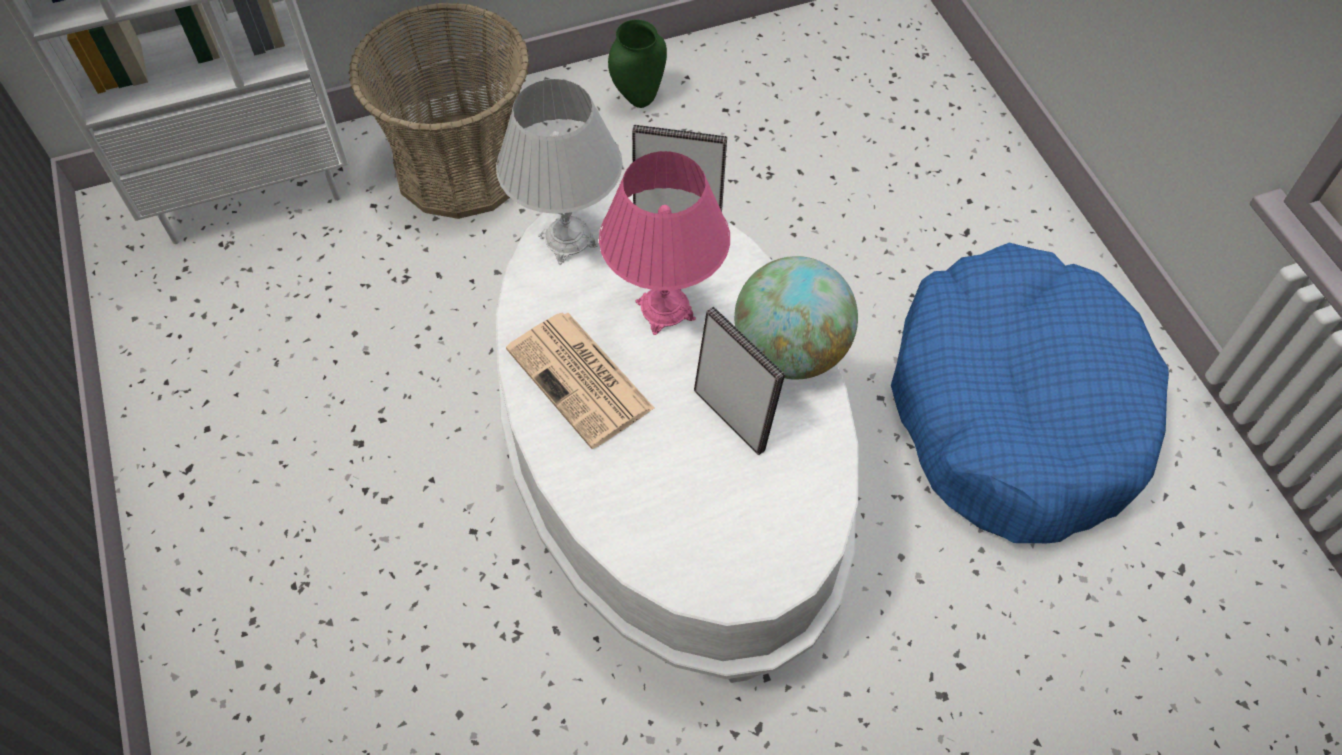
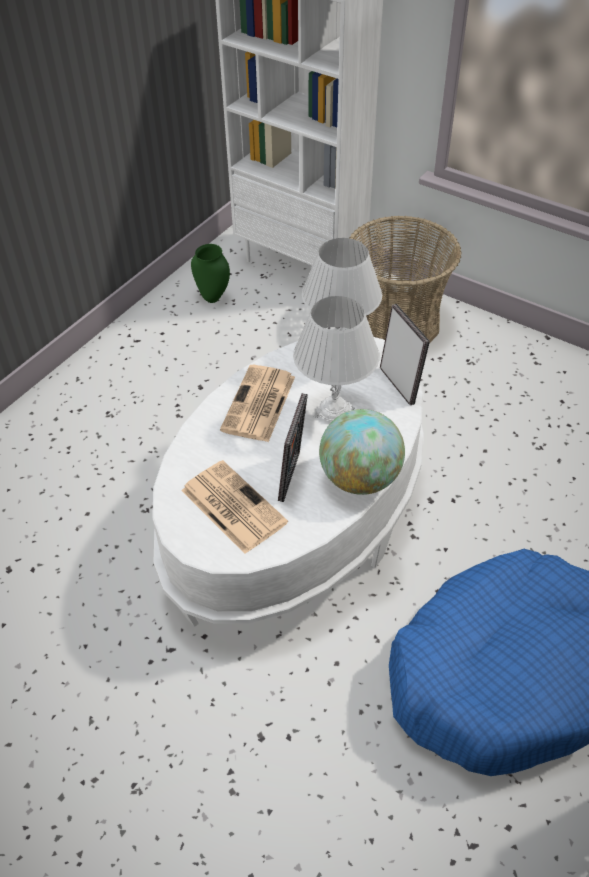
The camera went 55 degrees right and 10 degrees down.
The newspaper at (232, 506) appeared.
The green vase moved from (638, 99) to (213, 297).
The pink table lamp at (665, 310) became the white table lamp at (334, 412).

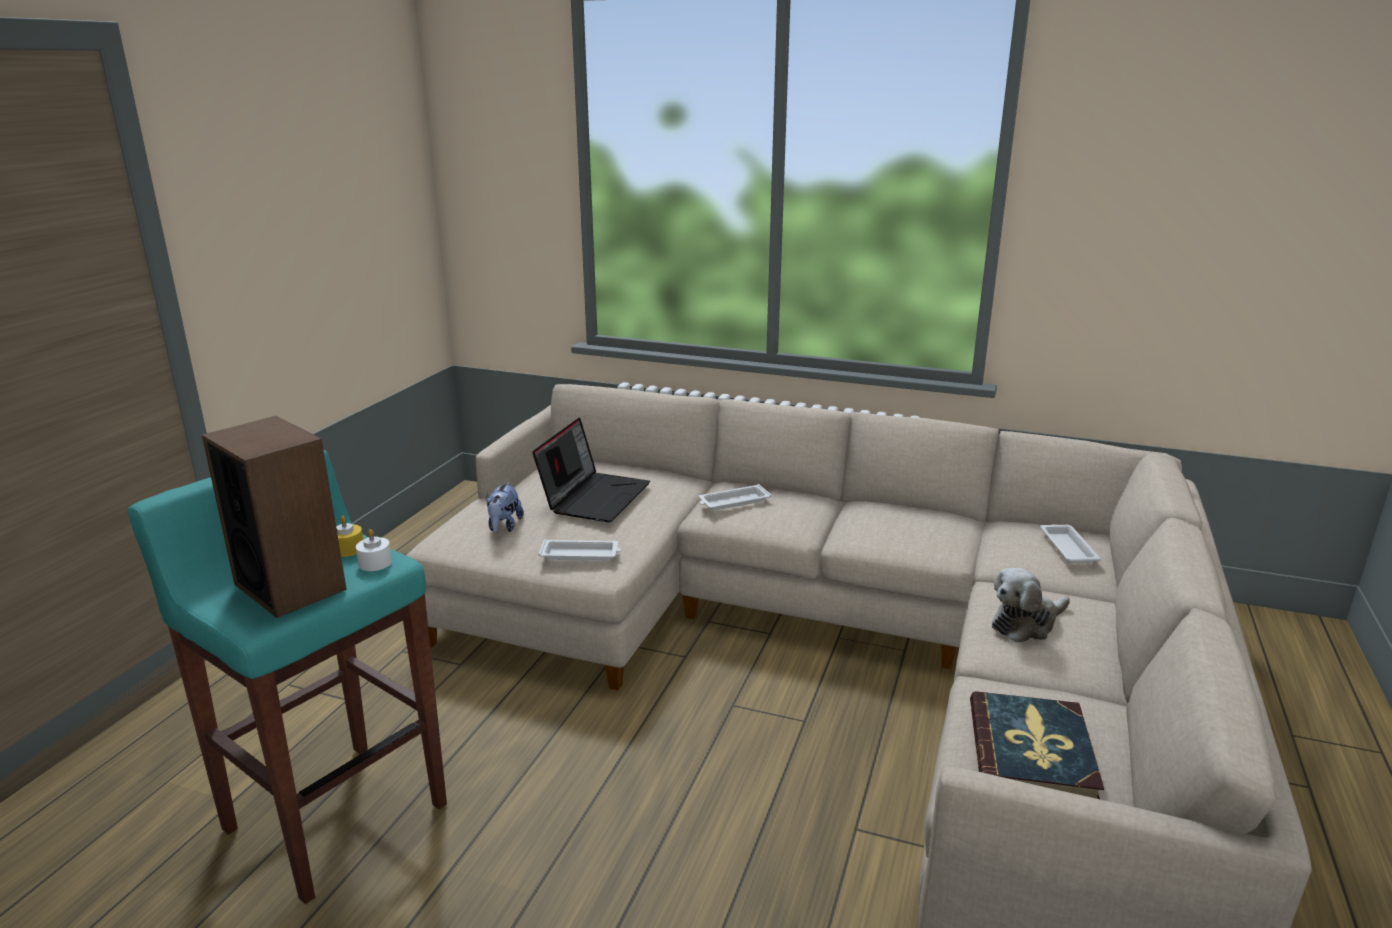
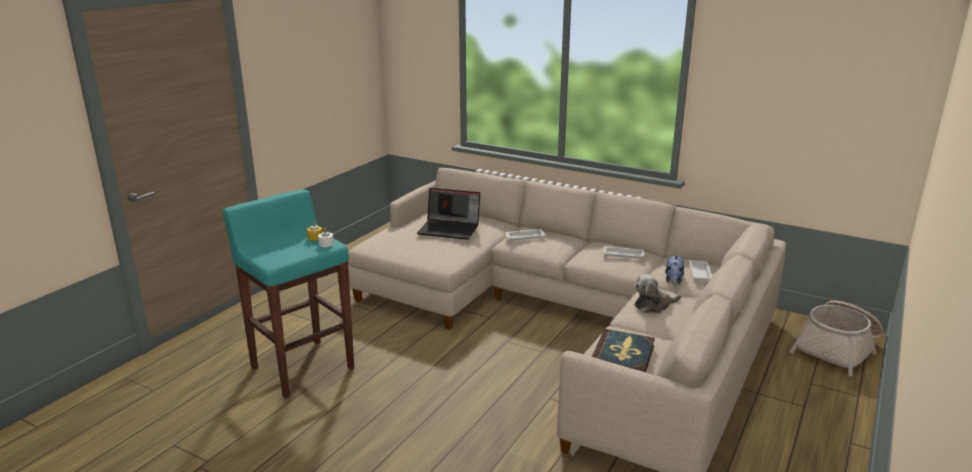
The camera went 10 degrees right and 0 degrees up.
The laptop at (594, 497) turned 75 degrees clockwise.
The white tray moved from (581, 554) to (624, 255).
The plush toy moved from (504, 527) to (673, 280).
The basket at (837, 349) appeared.
The speaker at (290, 586) disappeared.

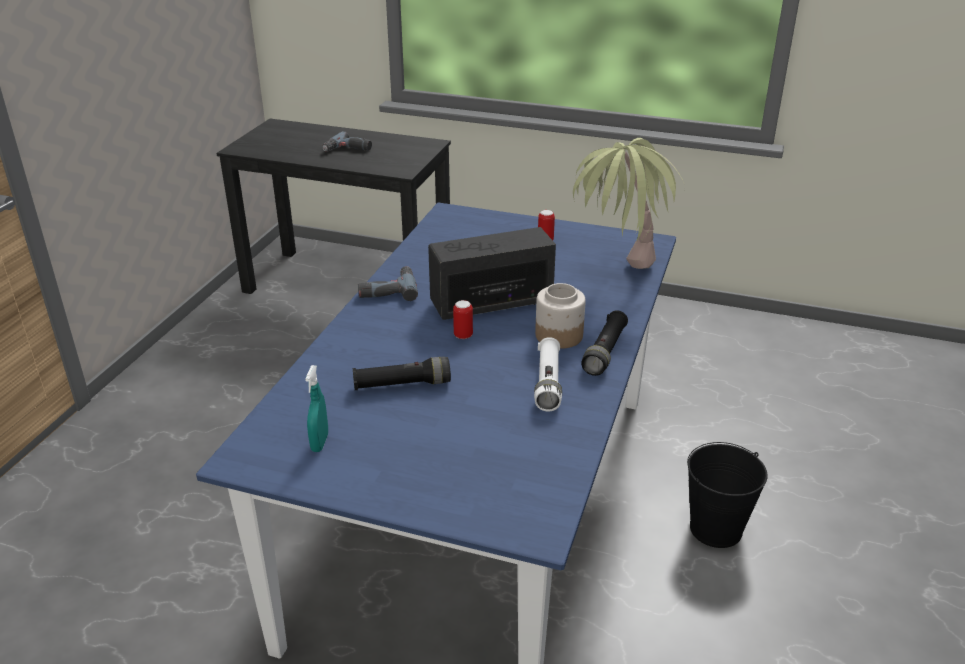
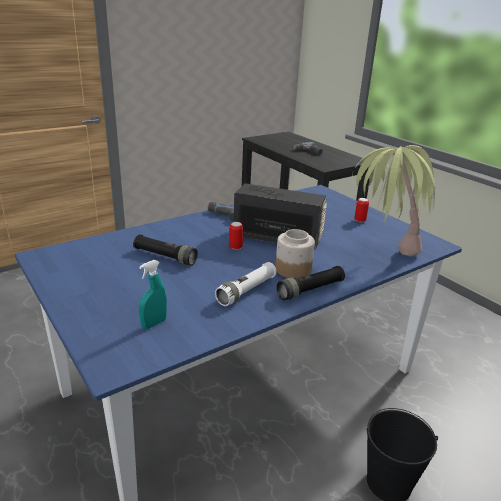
The camera went 35 degrees right and 5 degrees down.
The turquoise spray bottle moved from (320, 443) to (154, 323).

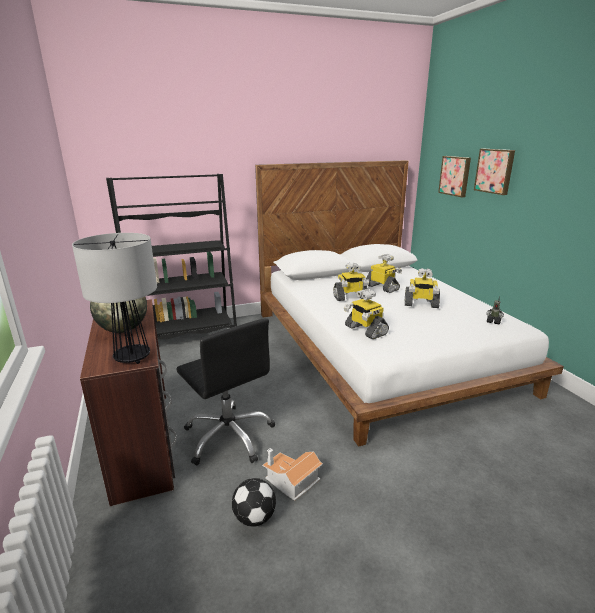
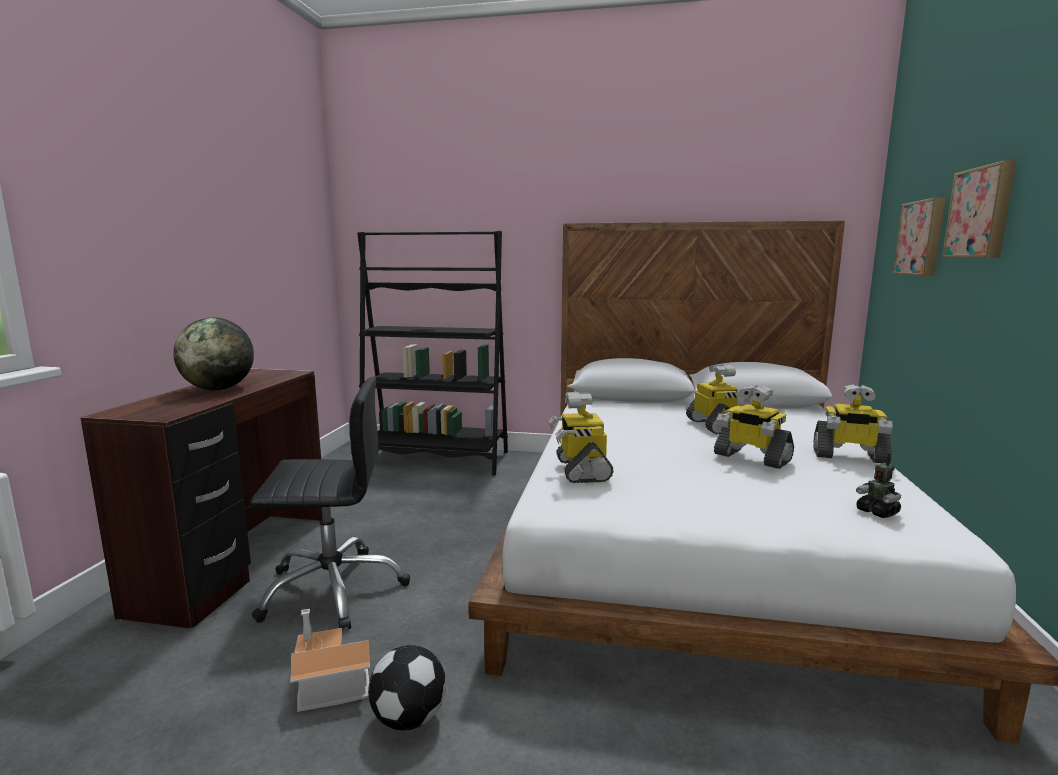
The camera went 30 degrees right and 10 degrees down.
The black office chair at (229, 436) turned 90 degrees counterclockwise.
The football moved from (254, 517) to (408, 718).
The toy robot moved from (350, 297) to (849, 456).
The table lamp at (133, 358) disappeared.

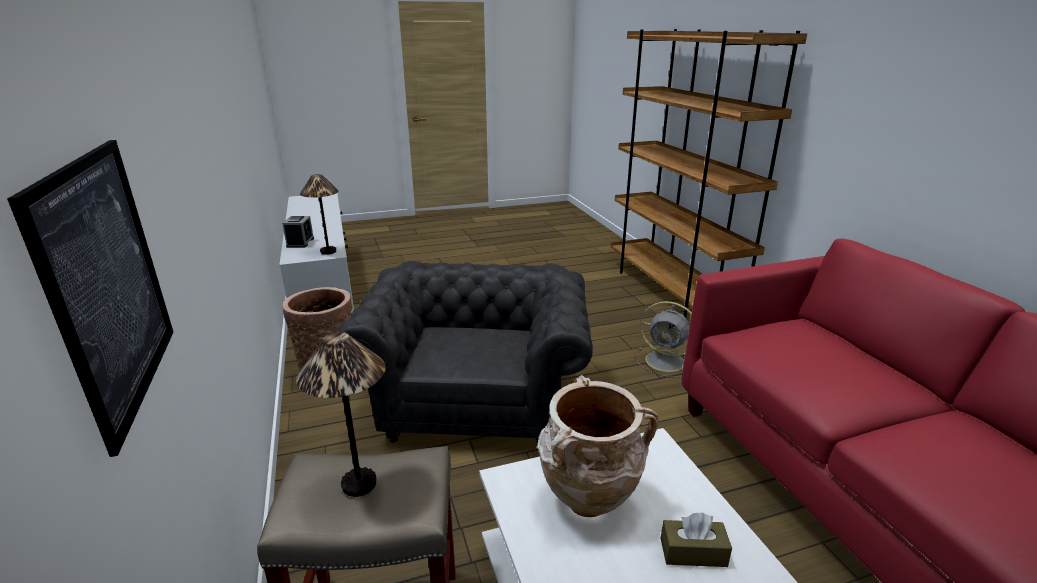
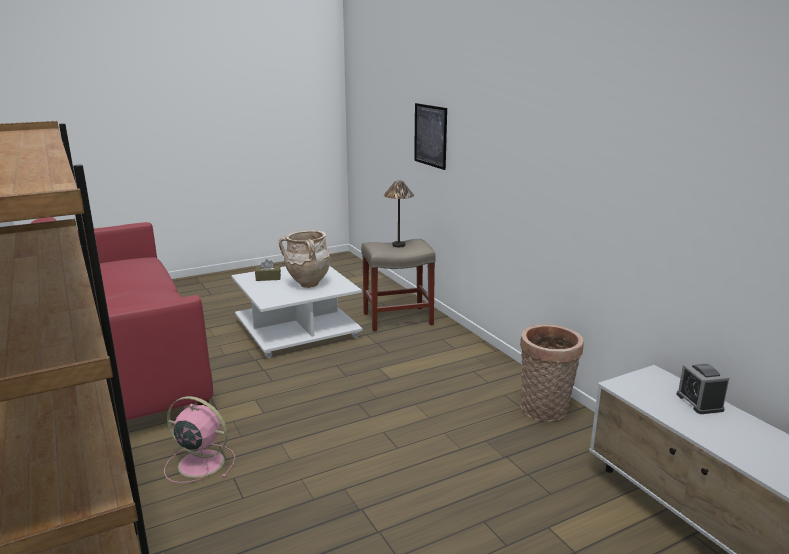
The camera went 170 degrees right and 5 degrees down.
The grey fan at (667, 362) became the pink fan at (199, 463).
The table lamp at (328, 252) disappeared.
The grey armchair at (477, 400) disappeared.

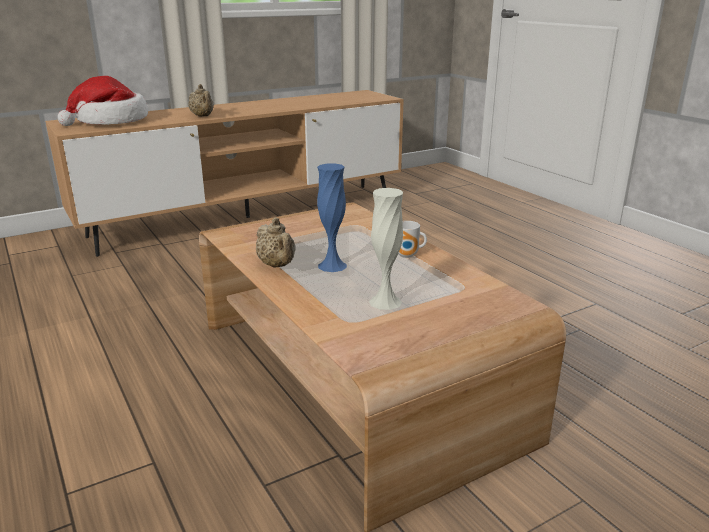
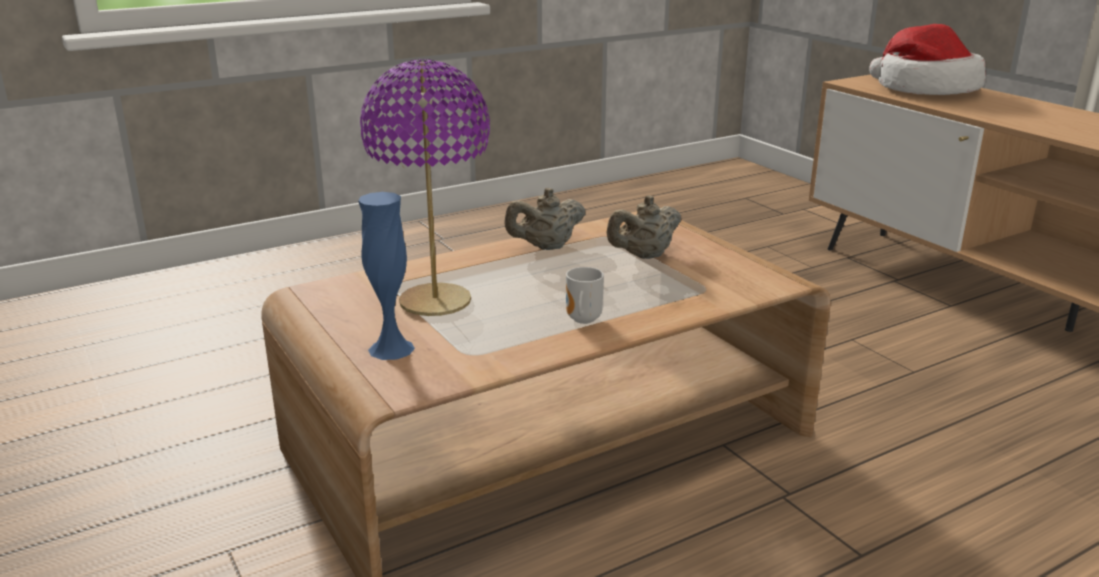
The camera went 90 degrees right and 0 degrees up.
The blue vase moved from (332, 266) to (391, 349).
The white vase at (385, 302) was replaced by the purple table lamp at (436, 302).
The beige teapot moved from (203, 116) to (644, 256).

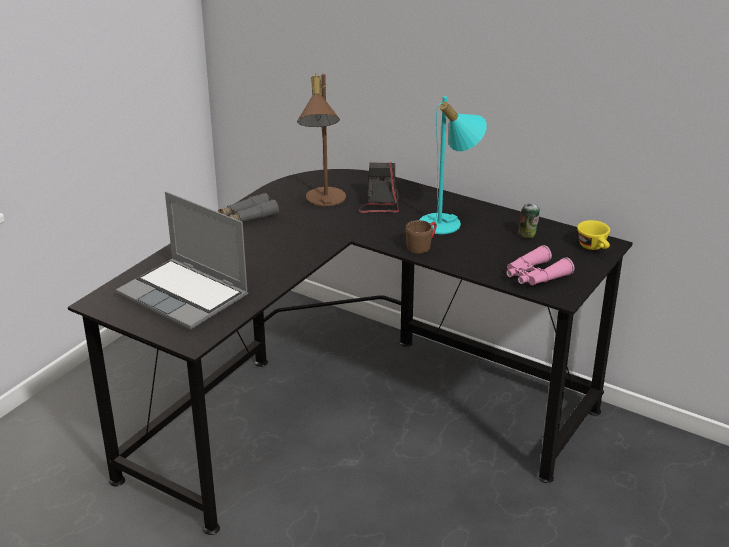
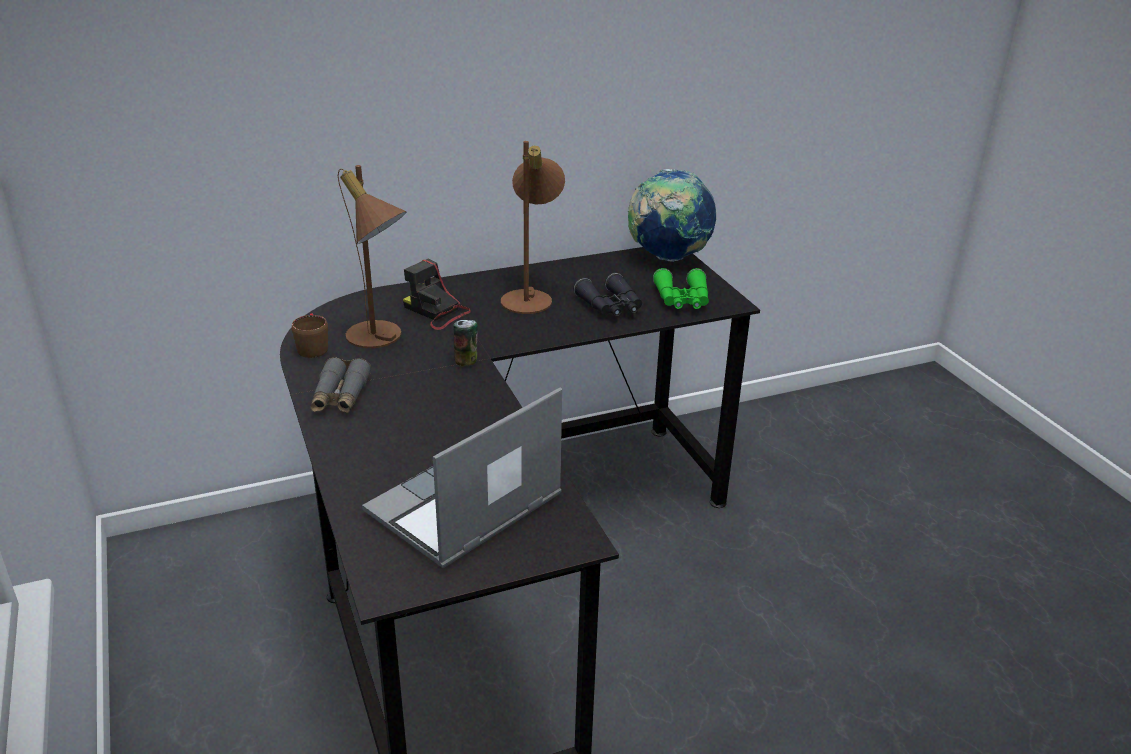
The camera went 55 degrees left and 0 degrees up.
The brown mug moved from (422, 245) to (312, 346).
The laptop at (185, 296) turned 150 degrees clockwise.
The can moved from (528, 235) to (466, 361).
The turquoise table lamp at (448, 223) became the brown table lamp at (531, 297).
The black binoculars at (611, 306) appeared.
The yellow cup at (594, 247) was replaced by the globe at (667, 258).
The pink binoculars at (535, 276) became the green binoculars at (682, 300).

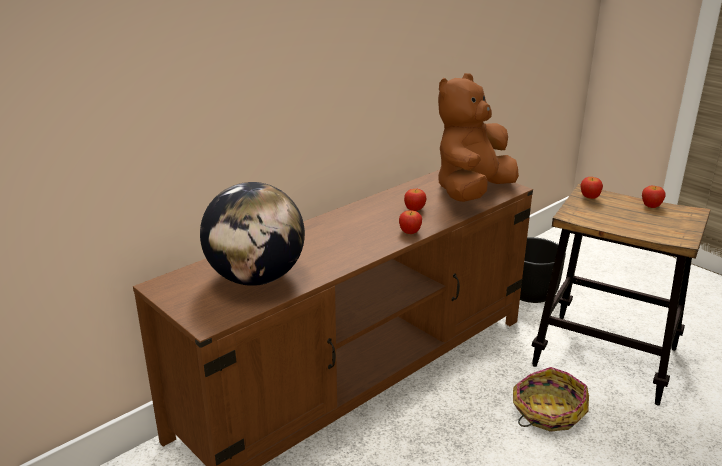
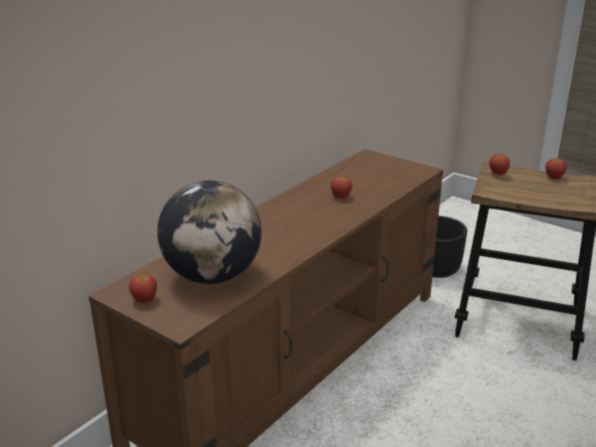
The camera went 10 degrees left and 0 degrees up.
The apple moved from (410, 232) to (144, 299).
The brown plush toy at (472, 192) disappeared.
The basket at (547, 412) disappeared.

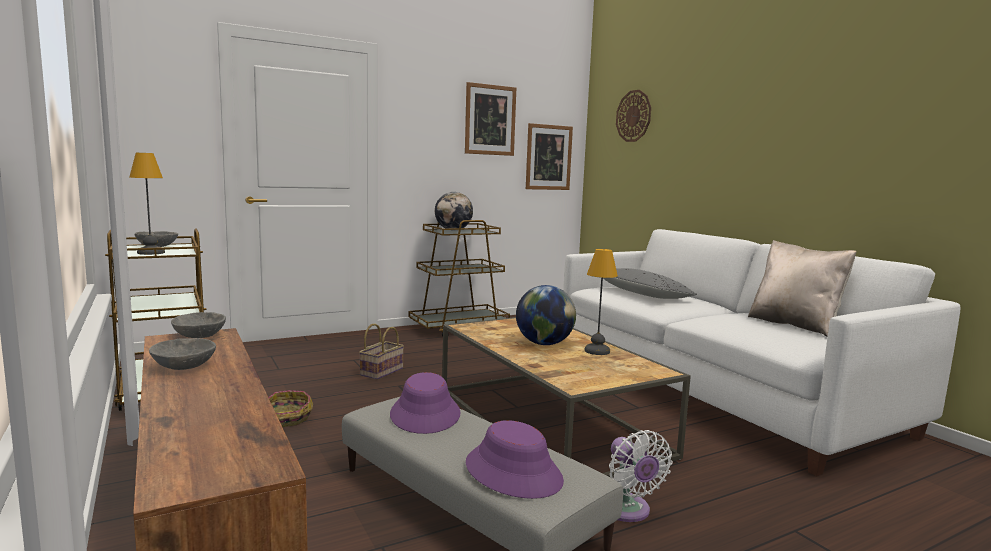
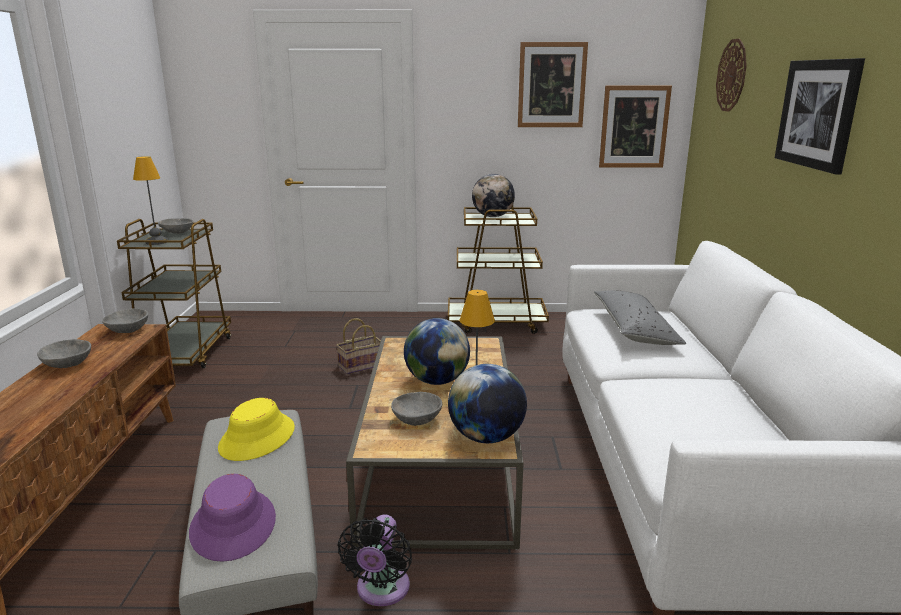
The camera went 30 degrees right and 10 degrees up.
The purple hat at (425, 414) became the yellow hat at (257, 438).
The white fan at (627, 511) became the black fan at (381, 591).
The grey bowl at (417, 419) appeared.
The globe at (486, 437) appeared.
The picture at (818, 114) appeared.
The basket at (286, 419) disappeared.
The beige pillow at (795, 325) disappeared.

